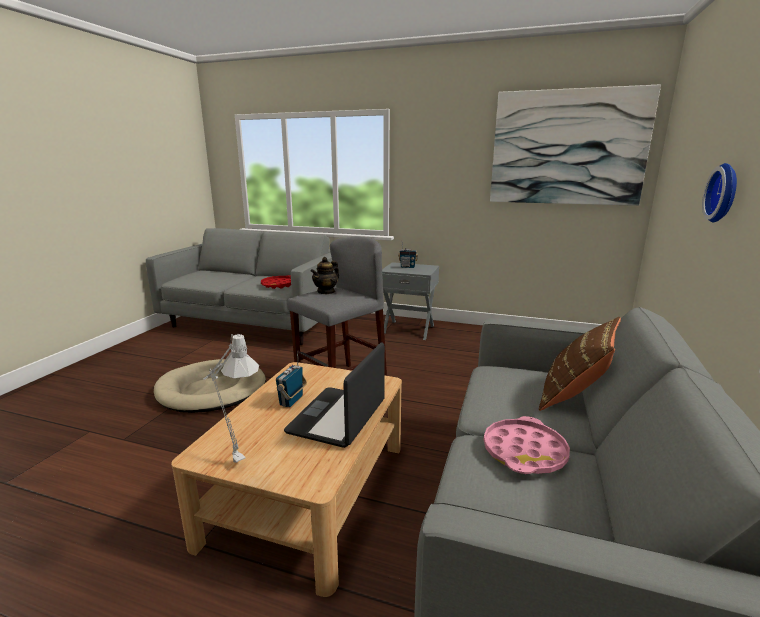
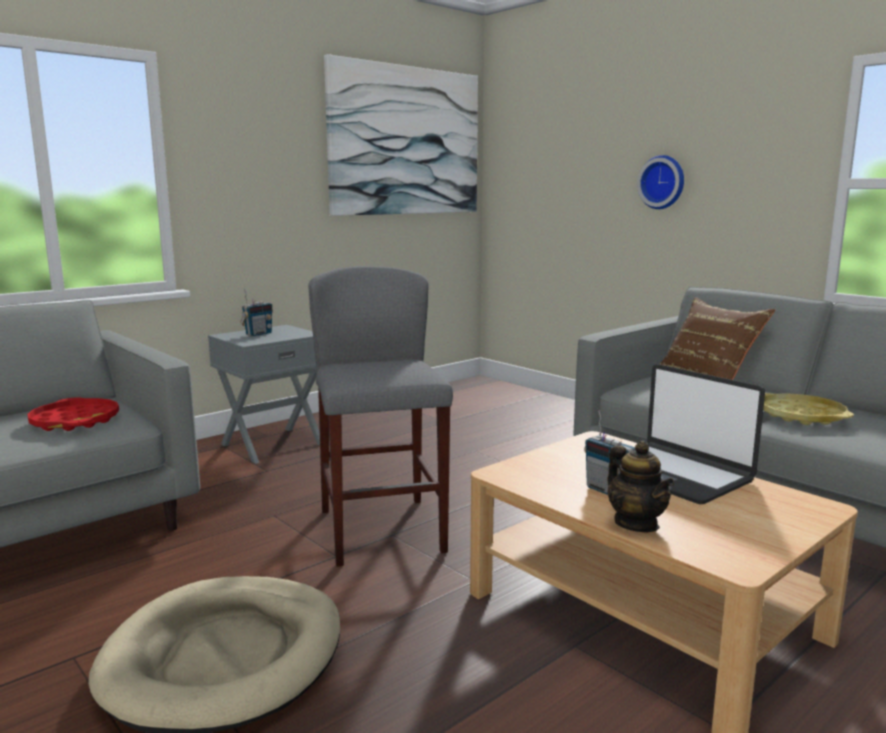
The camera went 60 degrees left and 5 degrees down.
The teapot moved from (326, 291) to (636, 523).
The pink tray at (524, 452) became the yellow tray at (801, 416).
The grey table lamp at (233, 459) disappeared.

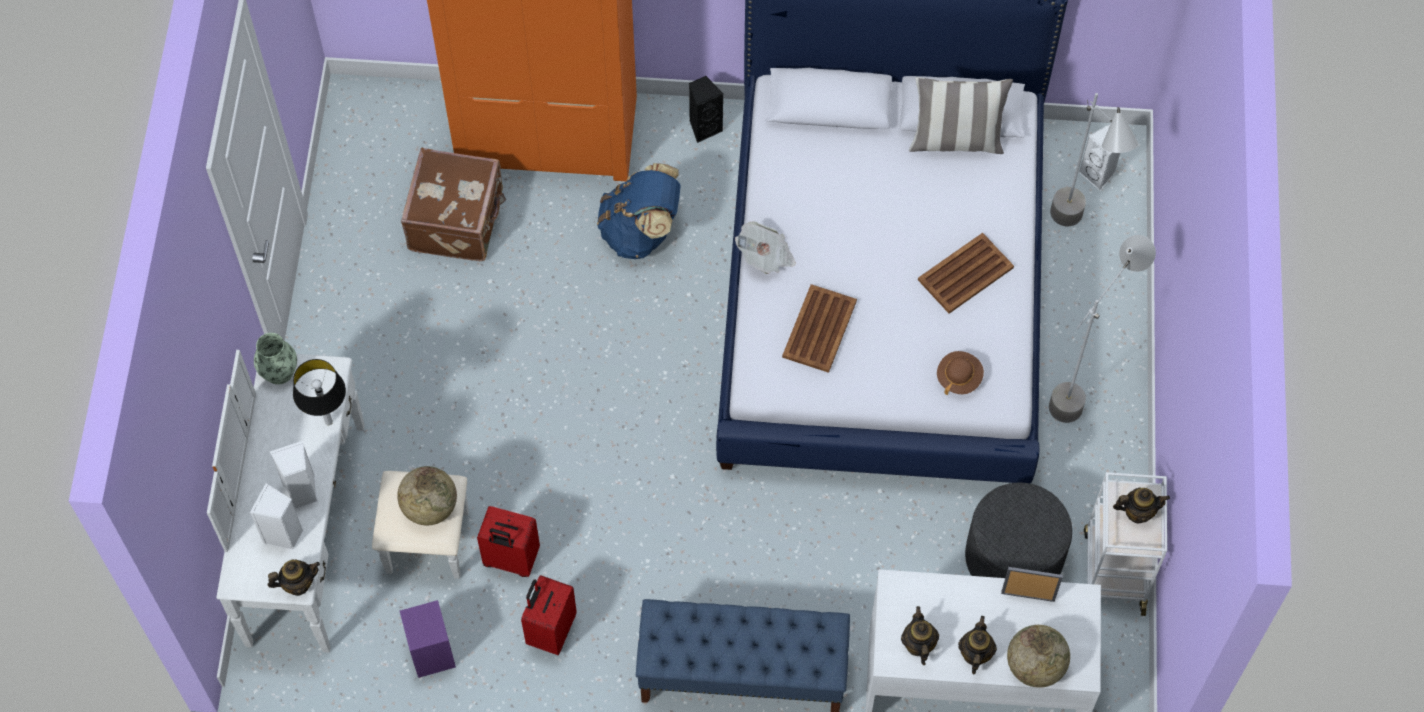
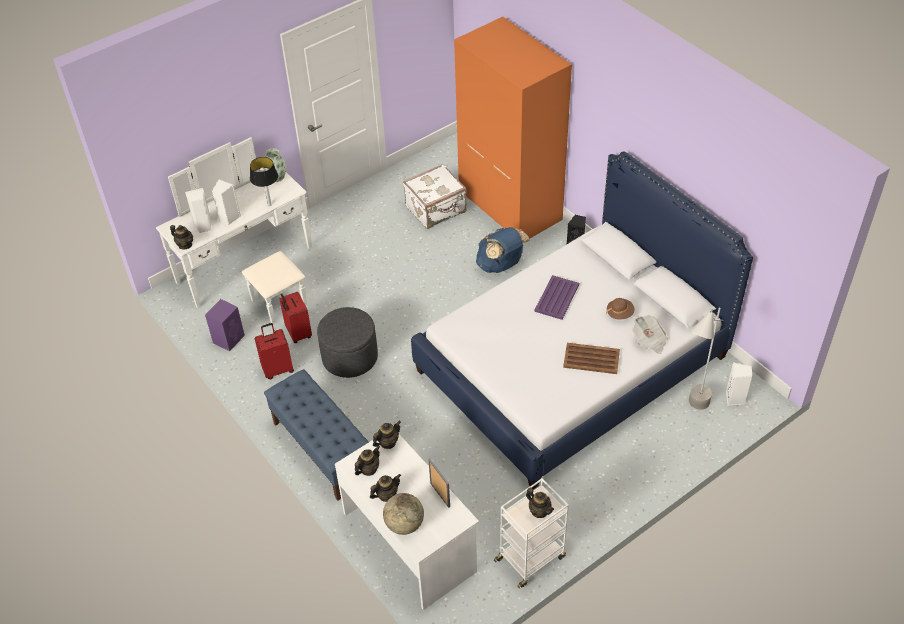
The camera went 50 degrees right and 15 degrees down.
The grey ottoman moved from (1013, 557) to (350, 357).
The teapot at (388, 442) appeared.
The brown suitcase at (458, 221) became the white suitcase at (436, 210).
The purple tray at (557, 297) appeared.
The brown hat moved from (959, 377) to (619, 313).
The newspaper moved from (765, 257) to (649, 341).
The globe at (430, 507) disappeared.
The brown tray at (820, 328) disappeared.
The pillow at (956, 139) disappeared.
The grey floor lamp at (1082, 387) disappeared.

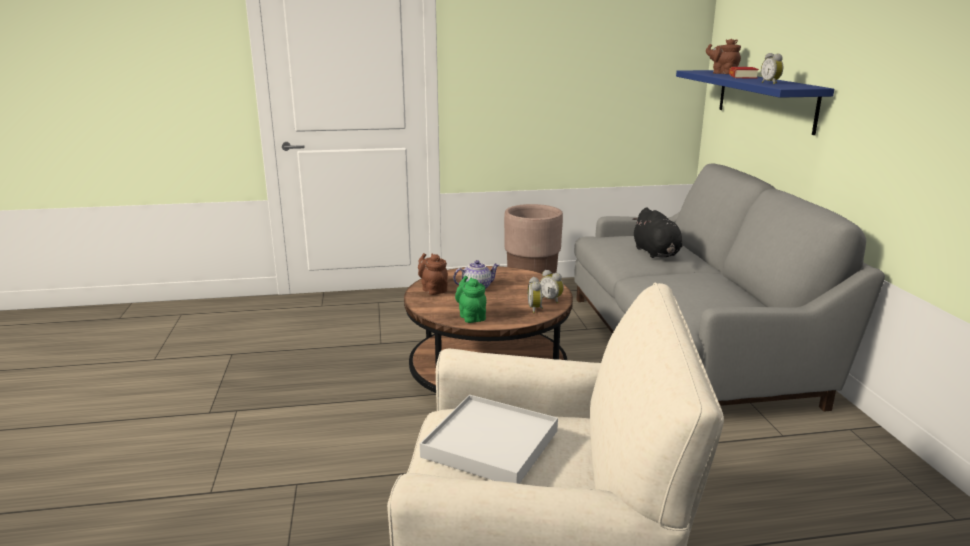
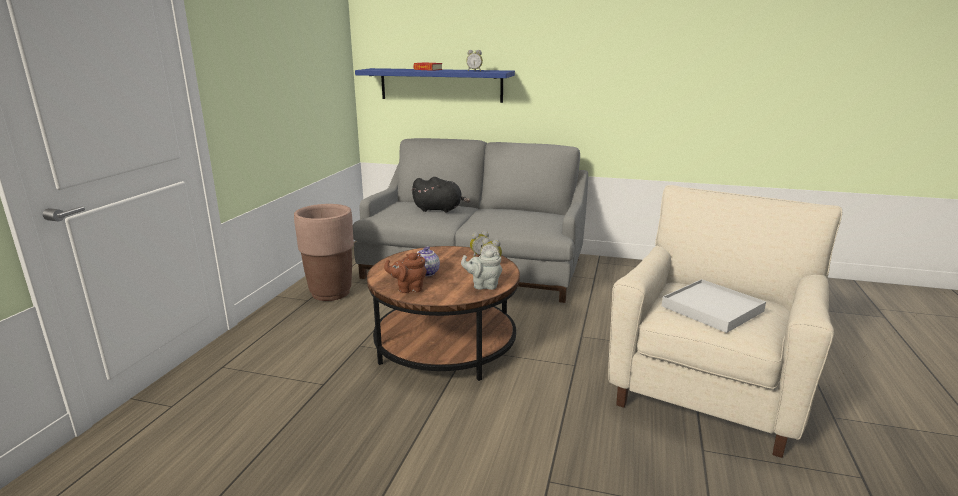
The camera went 65 degrees left and 0 degrees up.
The green teapot at (471, 316) became the grey teapot at (483, 285).
The brown teapot at (722, 73) disappeared.

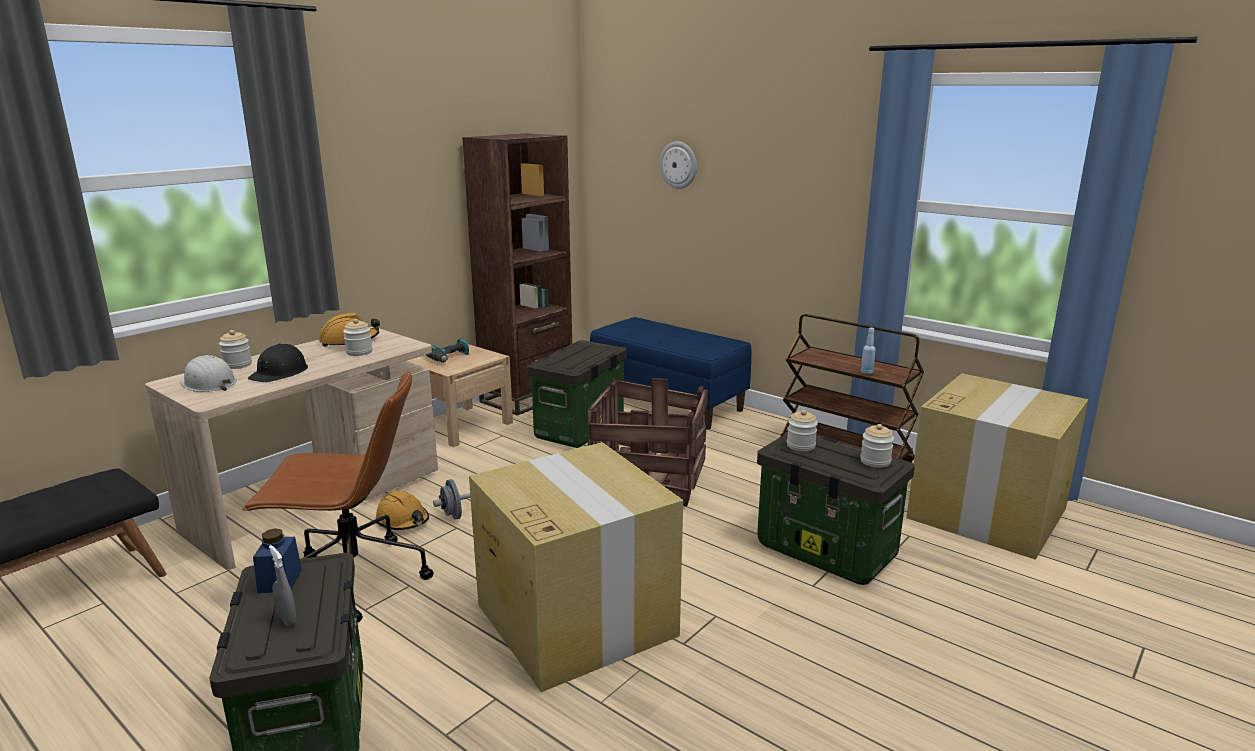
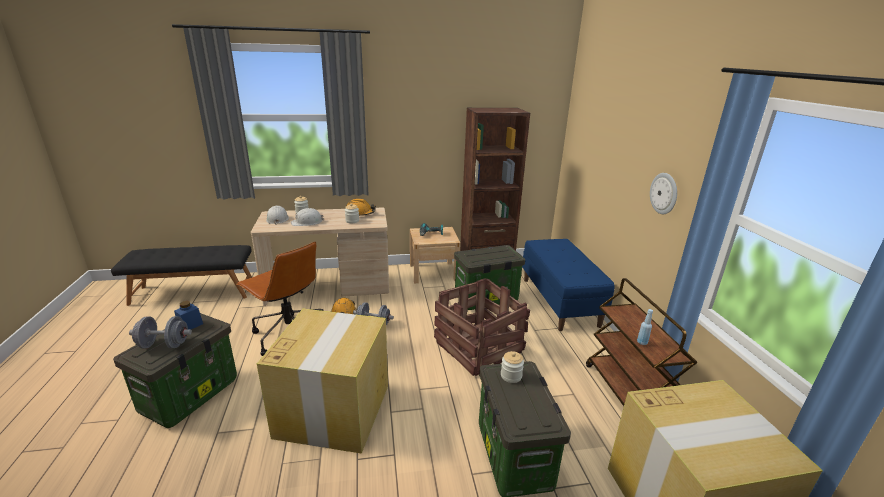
The camera went 40 degrees right and 5 degrees up.
The grey spray bottle at (287, 619) was replaced by the grey dumbbell at (164, 345).
The black hard hat at (280, 372) became the white hard hat at (307, 222).
The wall clock moved from (678, 165) to (664, 193).
The jar at (875, 461) disappeared.

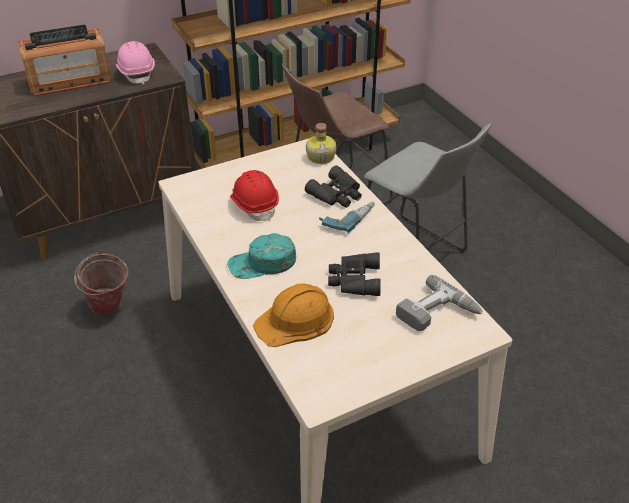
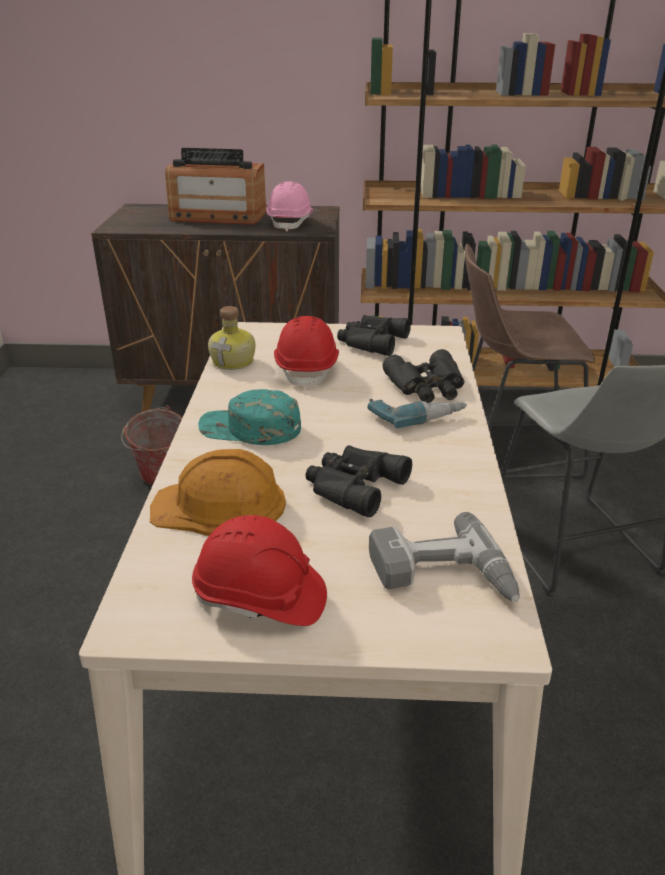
The camera went 30 degrees right and 10 degrees down.
The red hard hat at (260, 598) appeared.
The bottle moved from (321, 157) to (234, 362).
The black binoculars at (370, 341) appeared.

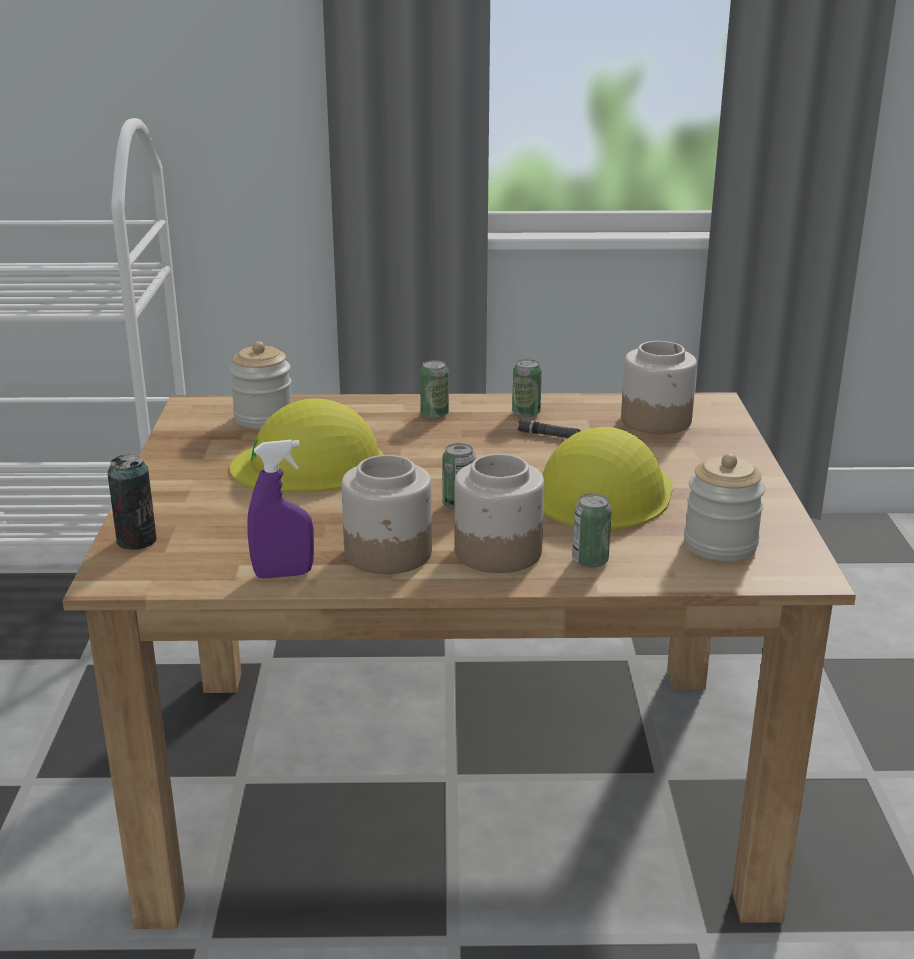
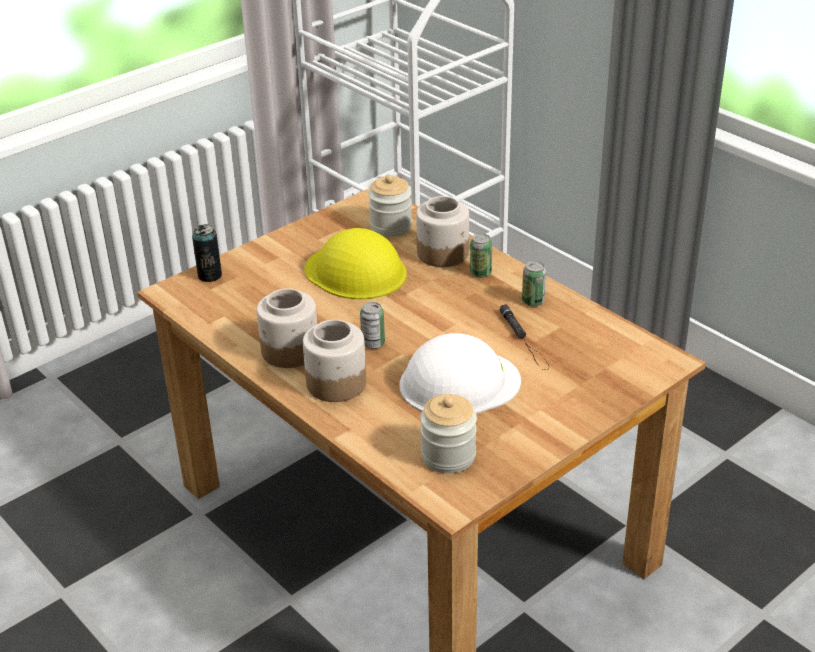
The camera went 50 degrees right and 10 degrees up.
The yellow hard hat at (603, 493) became the white hard hat at (458, 383).
The jar moved from (656, 420) to (443, 253).
The purple spray bottle at (283, 574) disappeared.
The can at (590, 561) disappeared.

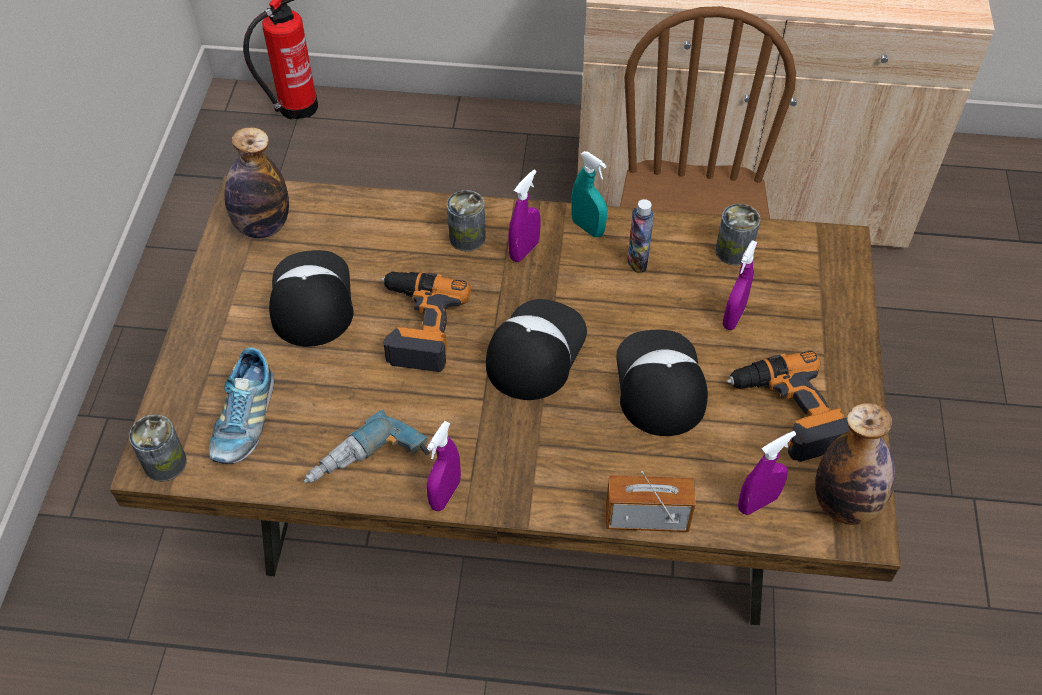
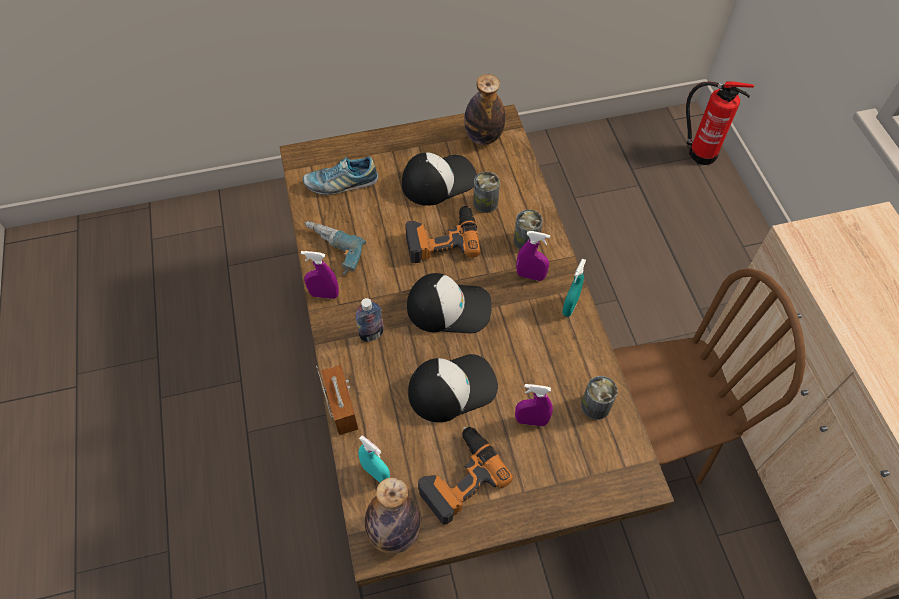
The camera went 70 degrees right and 5 degrees up.
The bottle moved from (637, 261) to (372, 334).
The purple spray bottle at (757, 503) became the turquoise spray bottle at (376, 473).
The can moved from (165, 463) to (485, 203).

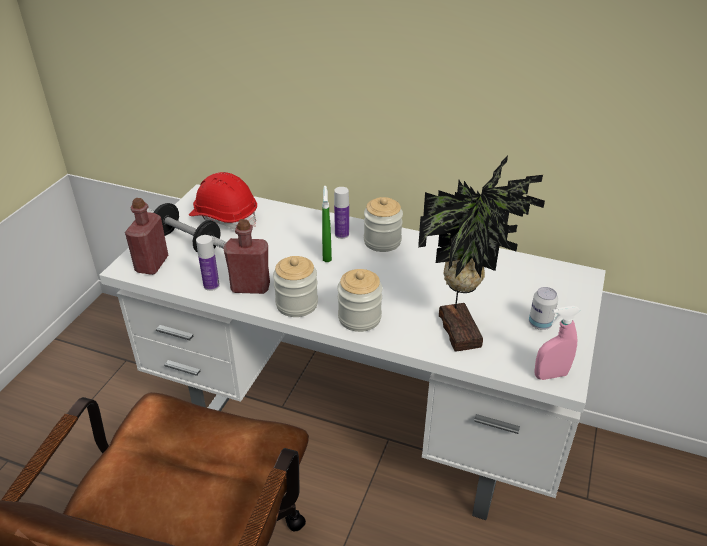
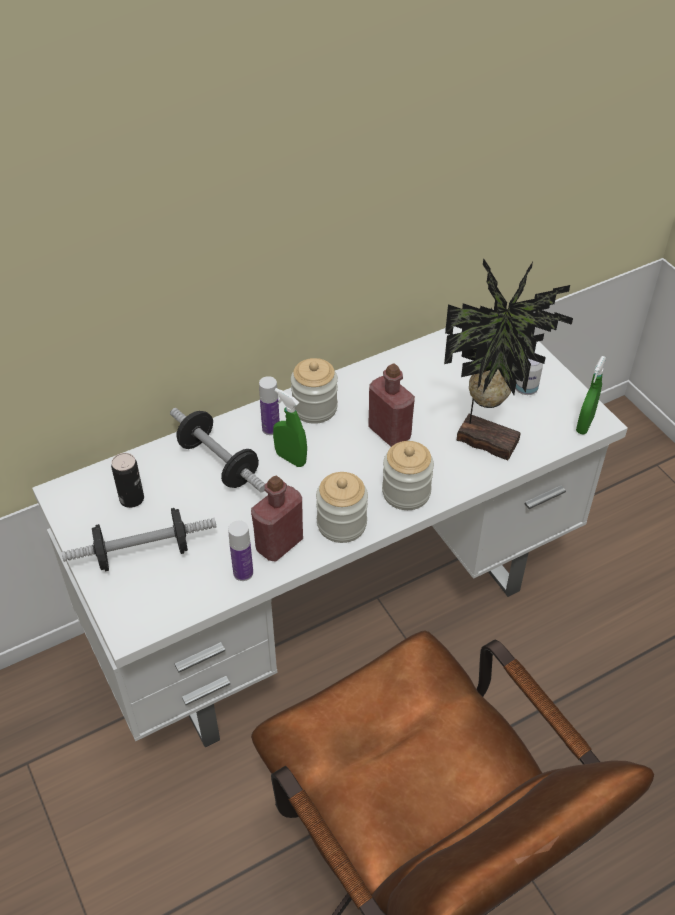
The camera went 50 degrees left and 10 degrees up.
The red hard hat at (224, 217) was replaced by the can at (132, 499).
The dumbbell at (219, 463) appeared.
The red bottle moved from (152, 264) to (389, 432).
The pink spray bottle at (550, 375) became the green spray bottle at (584, 424).

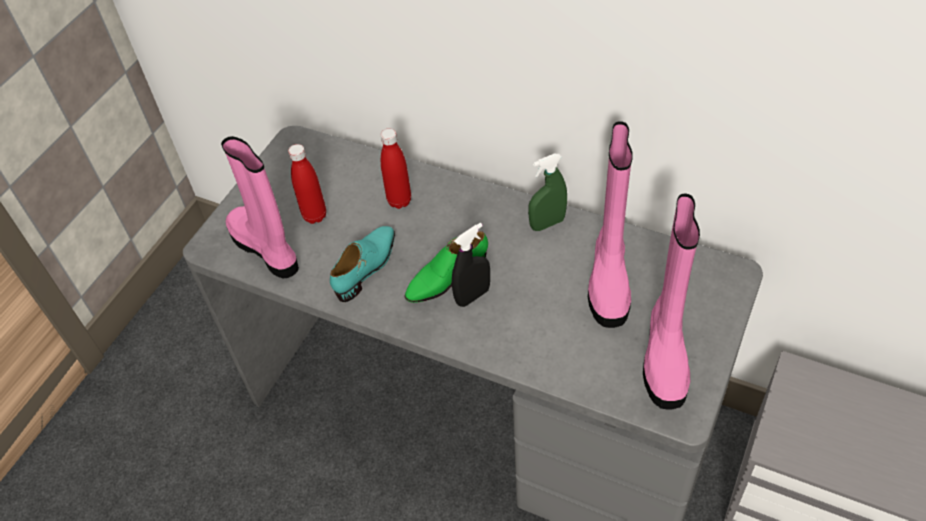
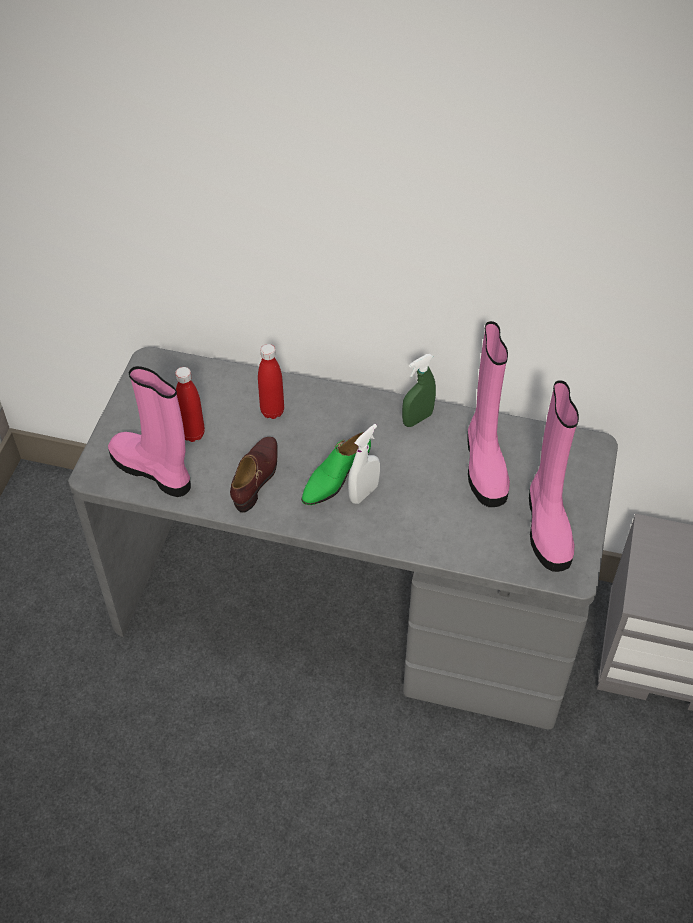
The camera went 15 degrees left and 0 degrees up.
The turquoise shoe at (367, 267) became the brown shoe at (257, 477).
The black spray bottle at (472, 296) became the white spray bottle at (363, 493).

